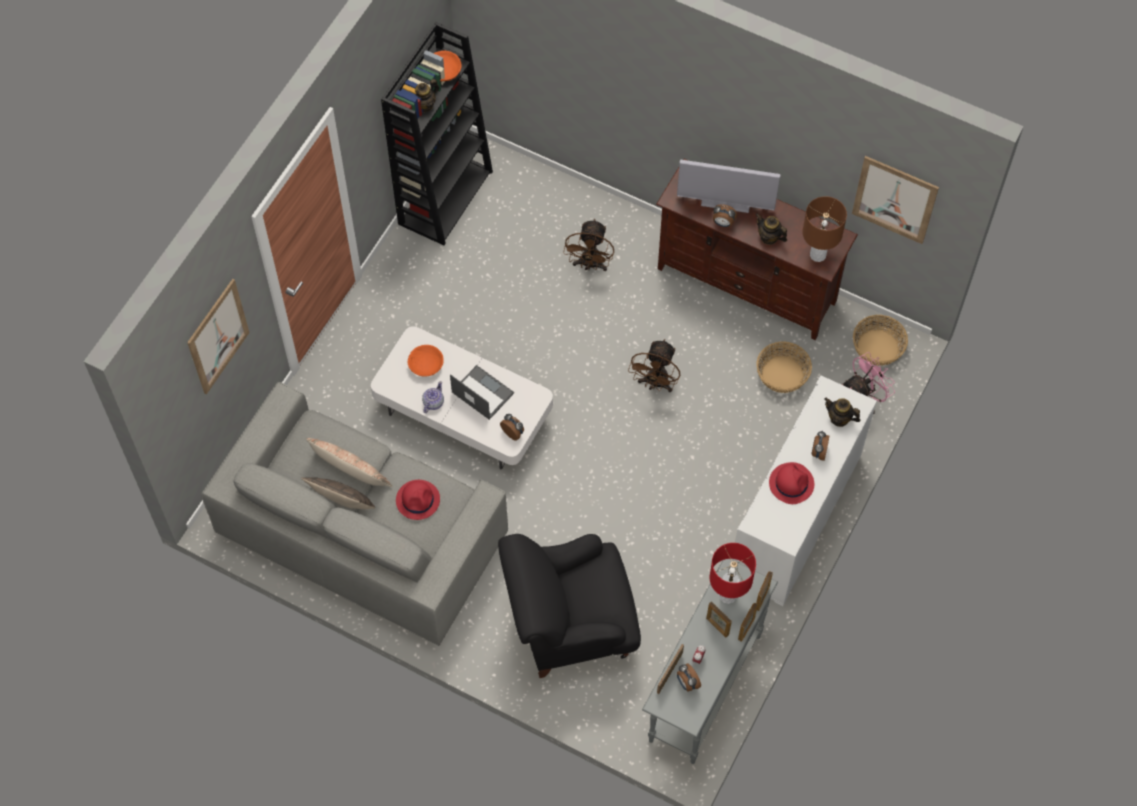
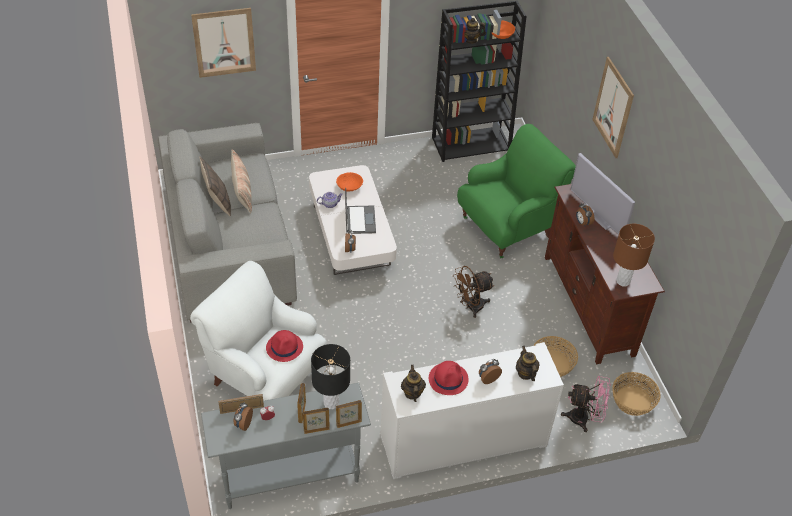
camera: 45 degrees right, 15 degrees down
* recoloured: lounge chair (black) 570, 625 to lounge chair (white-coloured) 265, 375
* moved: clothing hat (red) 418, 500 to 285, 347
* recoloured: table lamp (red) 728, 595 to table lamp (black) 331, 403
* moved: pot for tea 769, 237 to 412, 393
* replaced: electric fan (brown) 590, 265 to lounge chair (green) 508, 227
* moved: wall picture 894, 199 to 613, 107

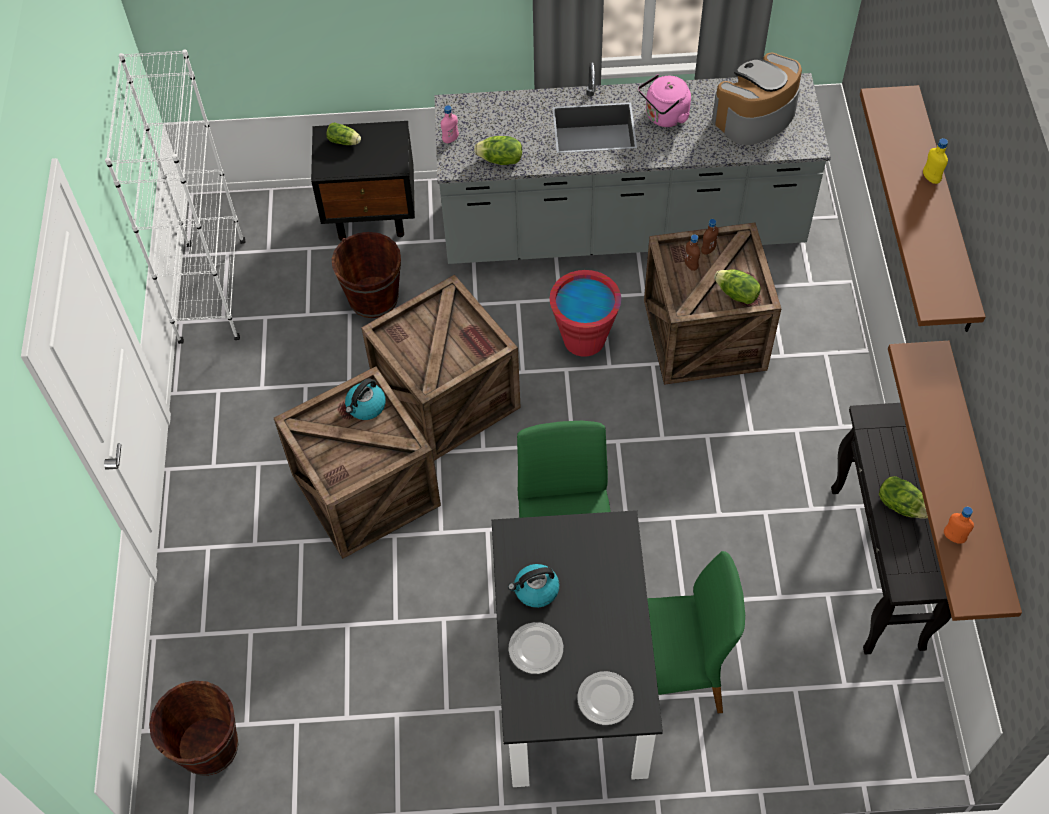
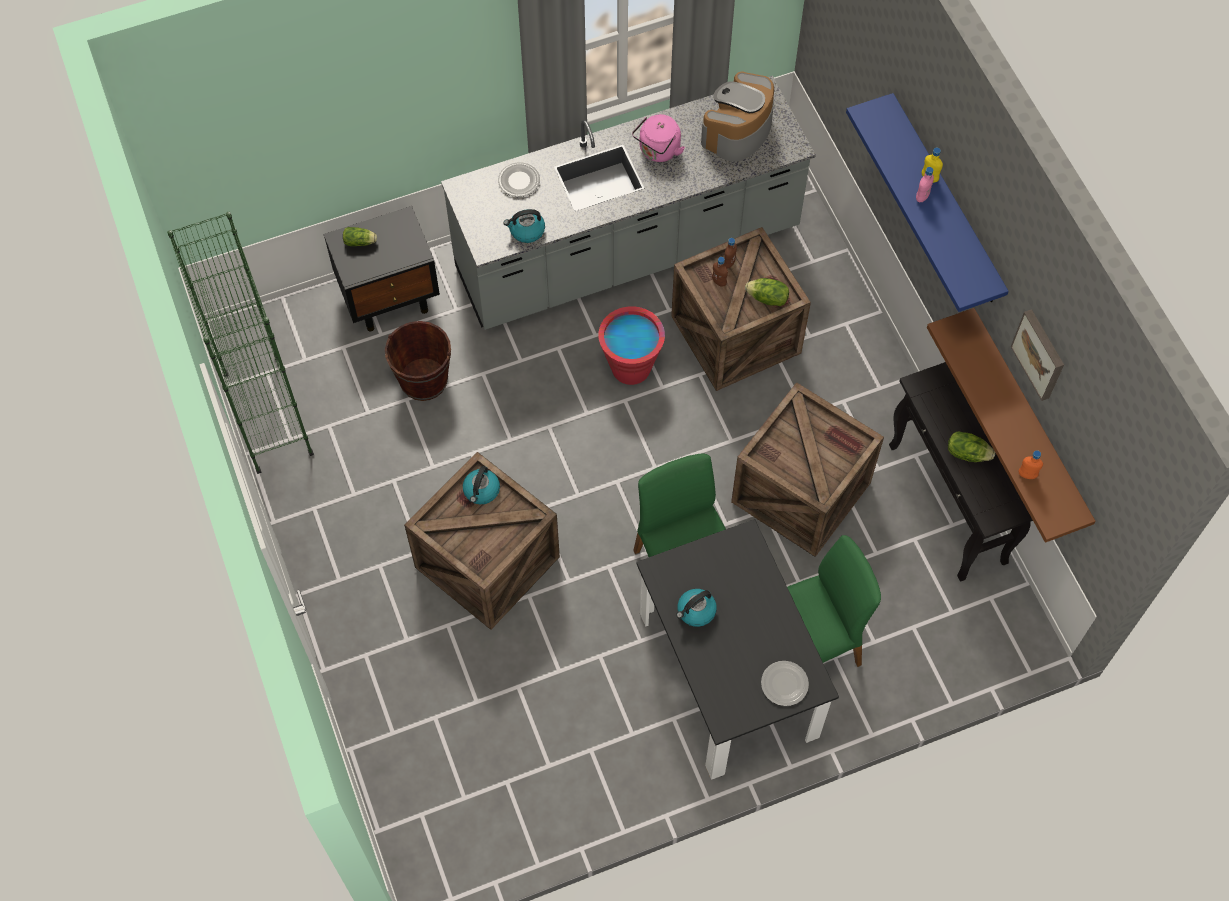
camera: 20 degrees left, 5 degrees up
* recoloured: bookshelf (white-coloured) 212, 292 to bookshelf (green) 268, 415
* moved: flat dish 535, 648 to 518, 180
* replaced: lettuce 500, 160 to tea kettle 526, 231
* moved: packing crate 449, 398 to 803, 492
* recoloured: wall shelf (brown) 944, 211 to wall shelf (blue-coloured) 945, 201
* moved: beverage bottle (pinkish) 450, 139 to 922, 197
* added: wall picture 1040, 354
* removed: water bucket (brown) 208, 746

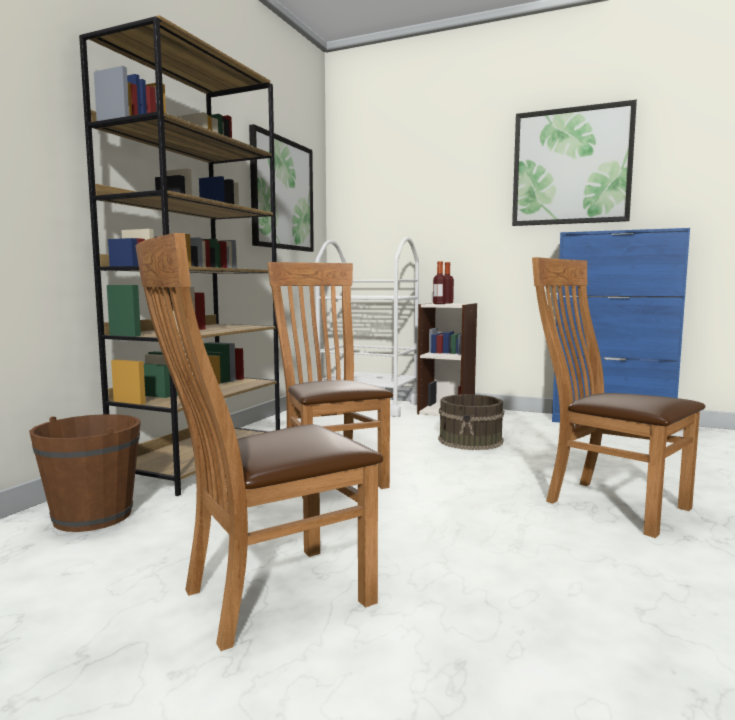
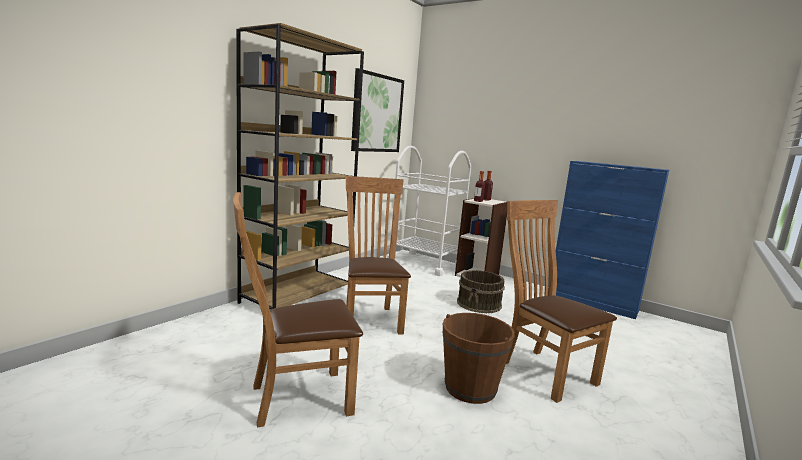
camera: 10 degrees right, 5 degrees up
* moved: water bucket (brown) 93, 516 to 470, 388
* removed: wall picture 571, 166

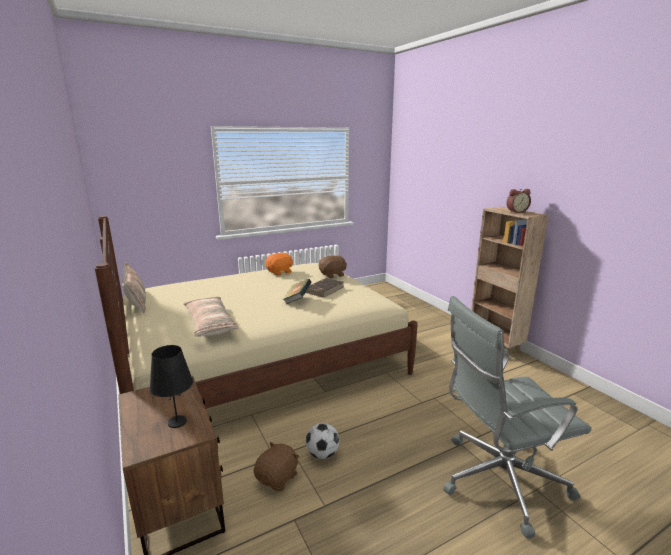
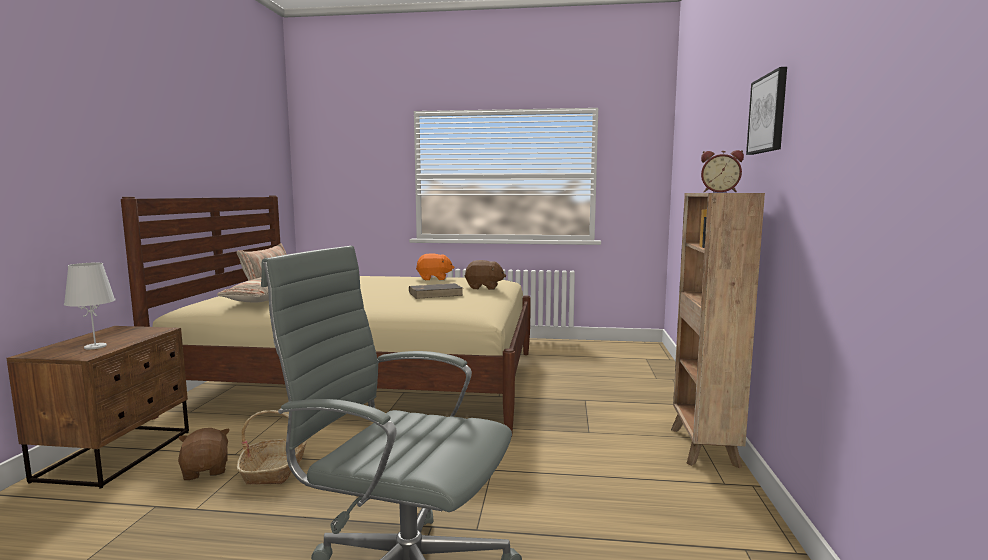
camera: 35 degrees right, 10 degrees down
* recoloured: table lamp (black) 177, 422 to table lamp (white-coloured) 95, 346
* turned: soft toy (brown) 278, 478 = 206, 470 90 degrees counterclockwise
* replaced: ball for football 322, 454 to basket 275, 469
* added: wall picture 768, 114
* removed: bound book 297, 300

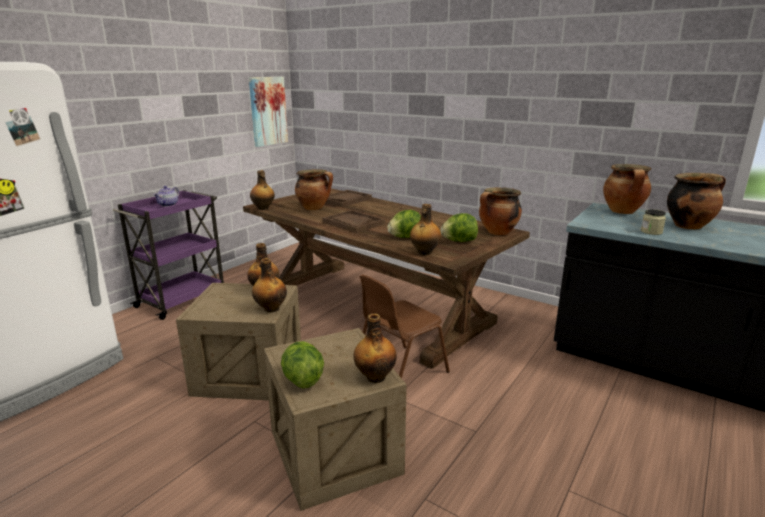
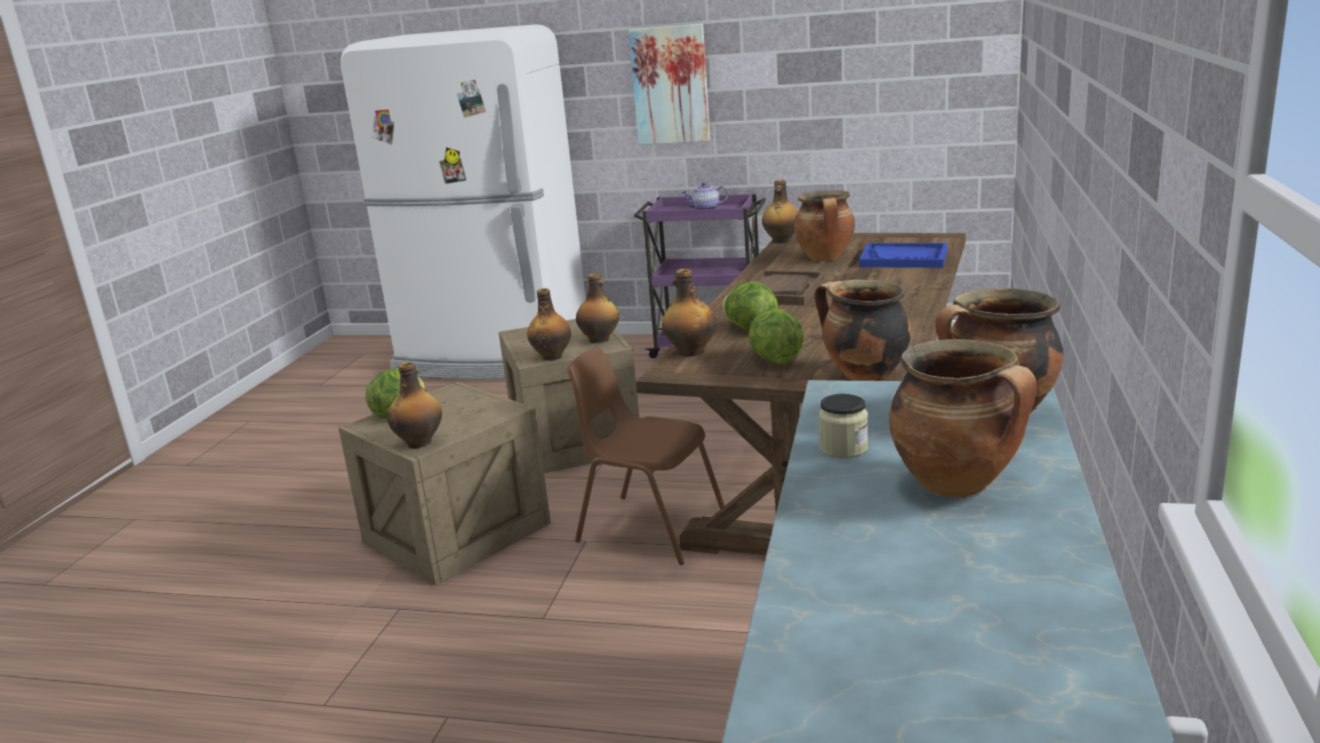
camera: 70 degrees right, 0 degrees up
* moved: wall picture 268, 111 to 670, 85
* recoloured: serving tray (brown) 345, 200 to serving tray (blue-coloured) 904, 258

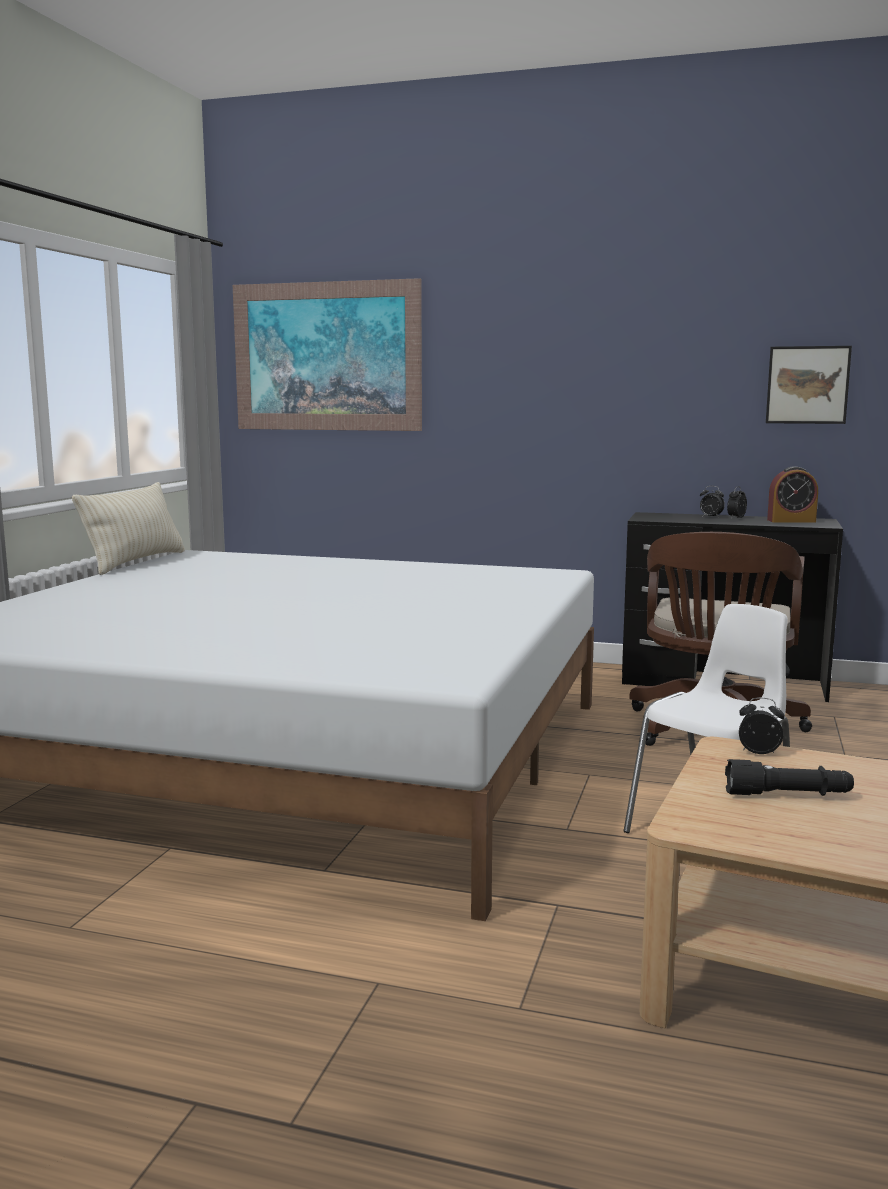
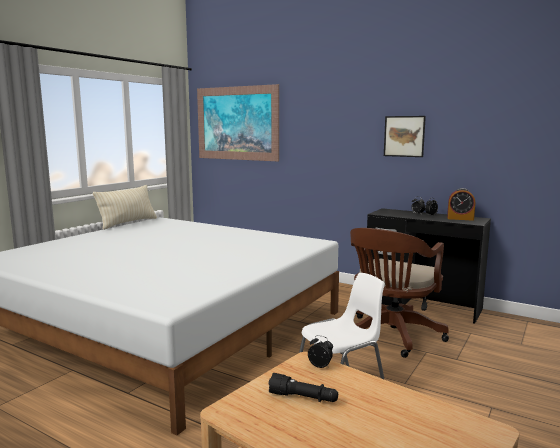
camera: 15 degrees right, 0 degrees up
* moved: wall picture 807, 385 to 404, 136

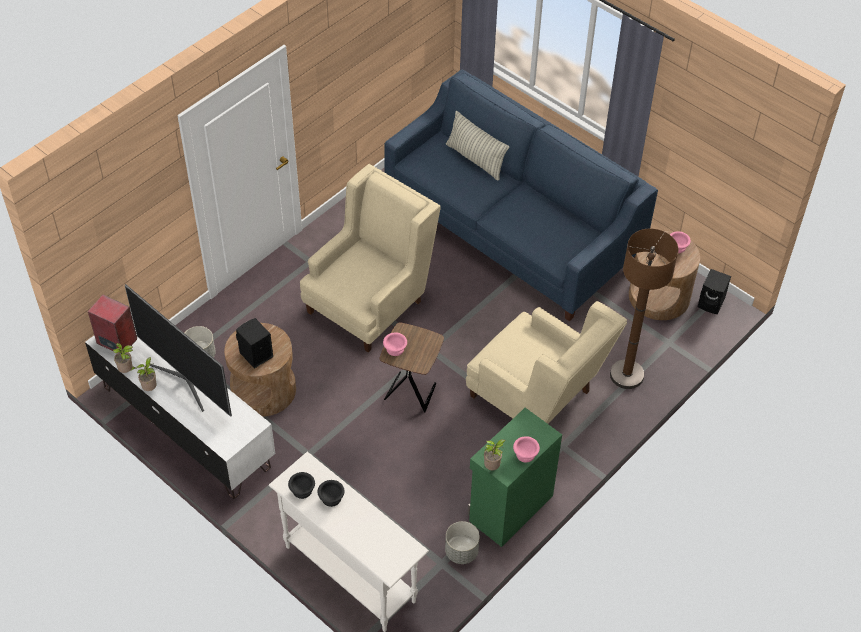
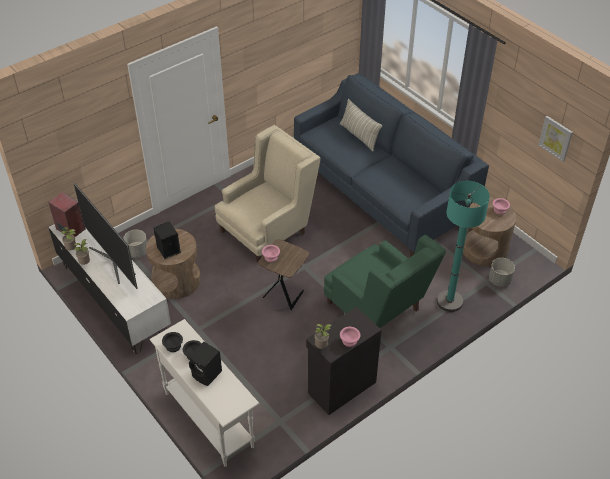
camera: 10 degrees right, 5 degrees down
* moved: loudspeaker (black) 712, 303 to 207, 374
* recoloured: cupboard (green) 509, 508 to cupboard (black) 340, 387
* recoloured: lounge chair (beige-coloured) 538, 399 to lounge chair (green) 378, 311
* recoloured: floor lamp (brown) 626, 375 to floor lamp (turquoise-coloured) 449, 301
* moved: planter (gray) 461, 552 to 499, 280
* added: wall picture 555, 138

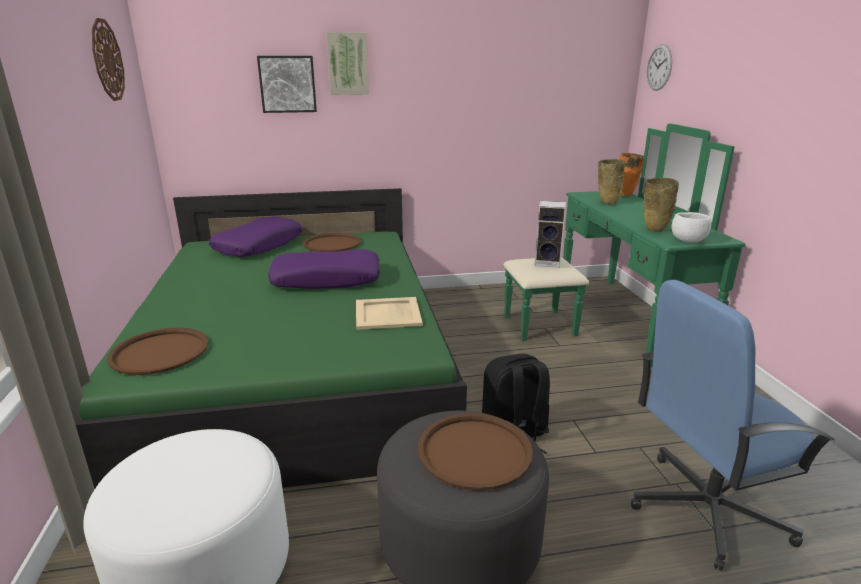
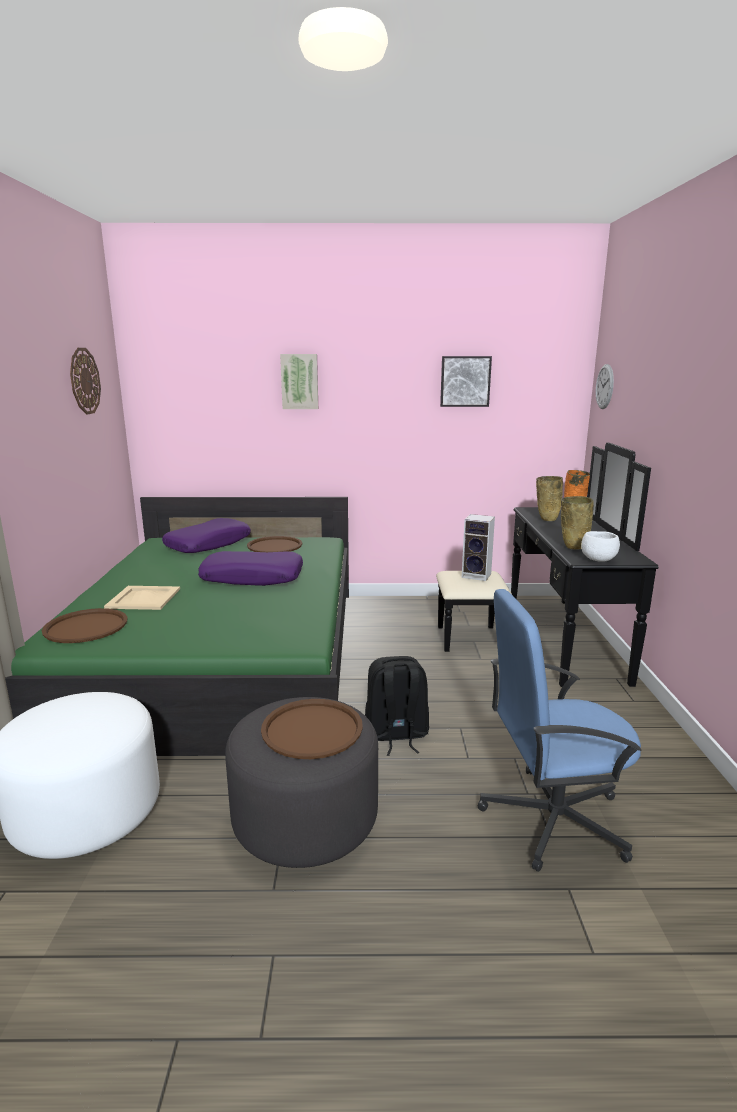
camera: 10 degrees right, 5 degrees down
* moved: serving tray (beige-coloured) 388, 314 to 144, 598
* recoloured: dresser (green) 607, 320 to dresser (black) 542, 638
* moved: wall picture 287, 84 to 465, 381

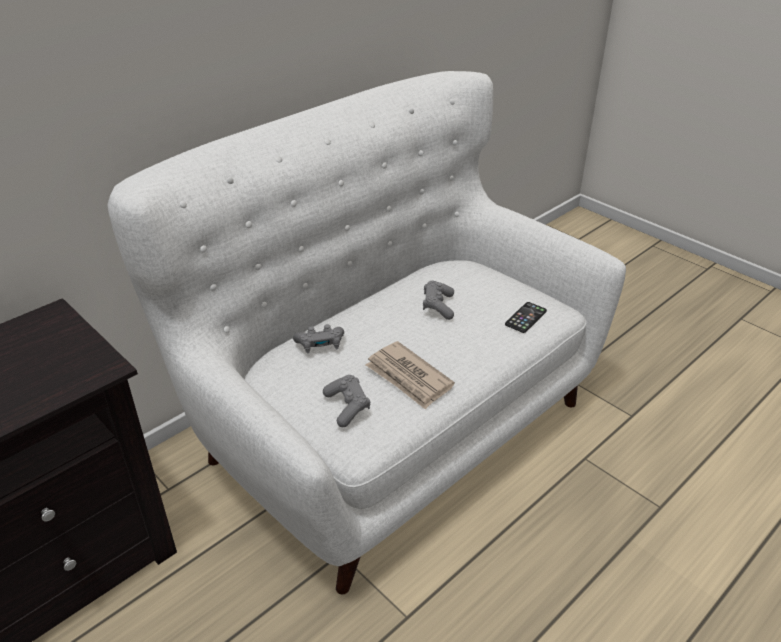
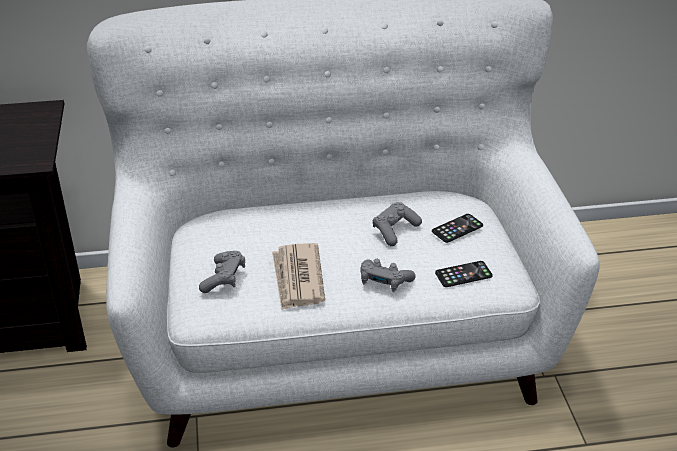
camera: 35 degrees right, 0 degrees up
* moved: game controller (gray) 320, 345 to 384, 282
* added: phone 457, 228

